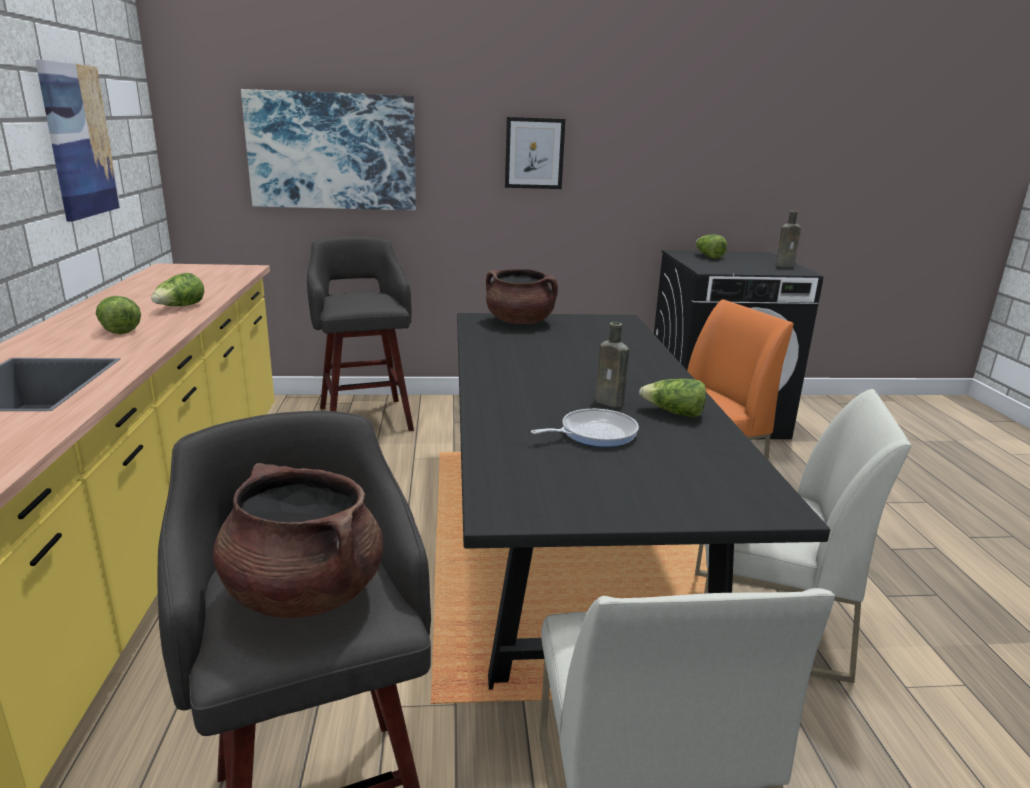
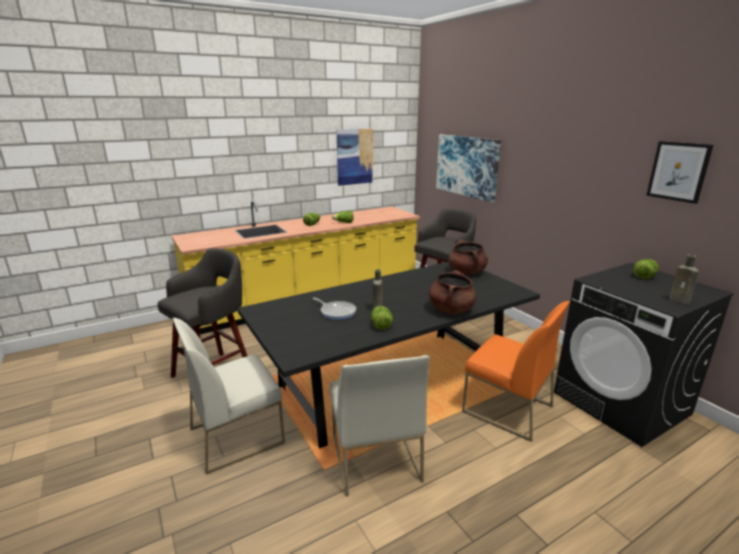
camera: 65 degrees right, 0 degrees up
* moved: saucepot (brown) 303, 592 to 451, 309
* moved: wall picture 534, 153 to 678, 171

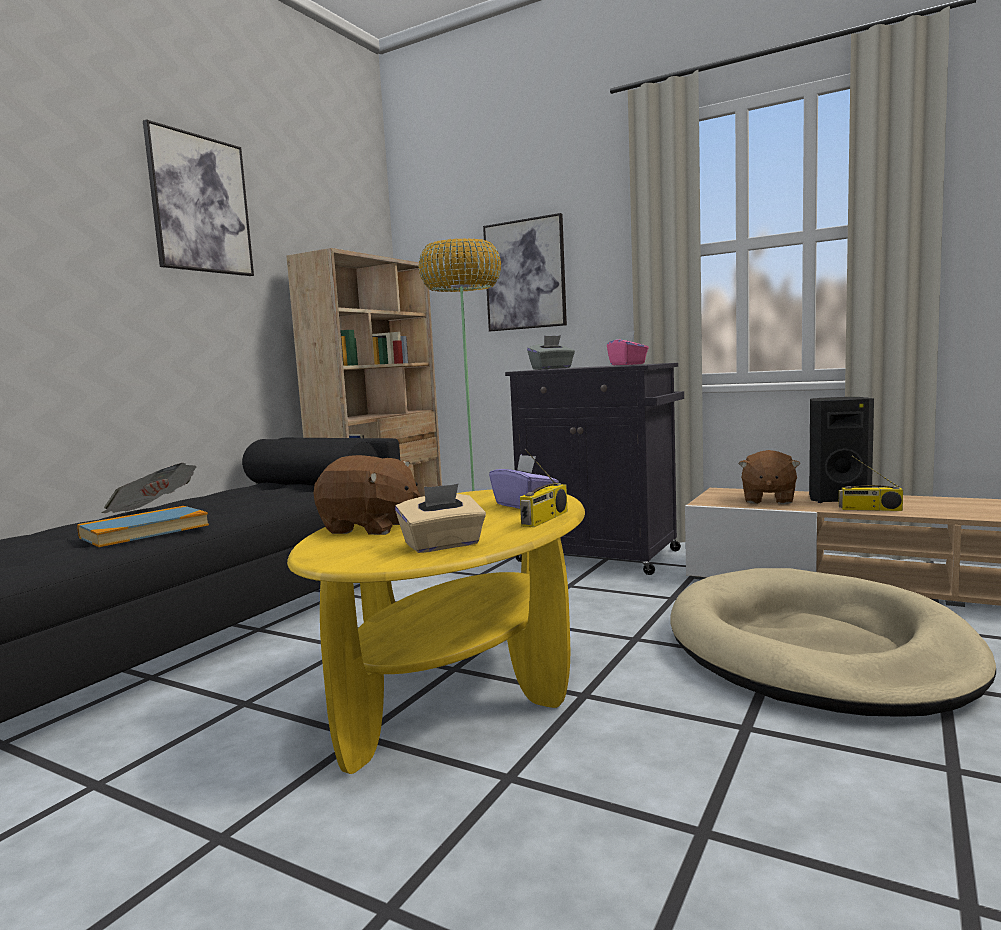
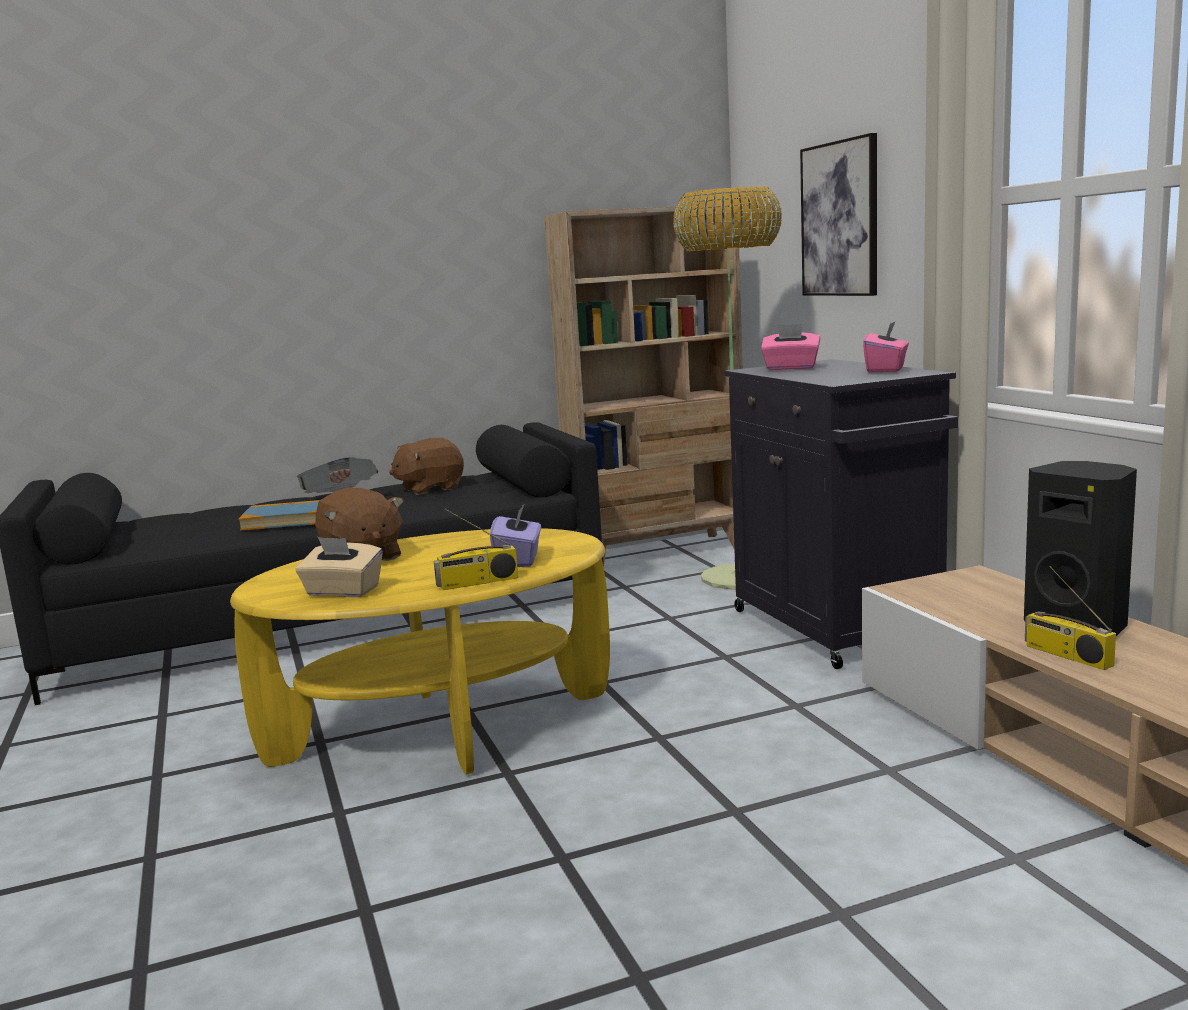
camera: 40 degrees right, 5 degrees up
* moved: soft toy (brown) 768, 499 to 429, 489
* recoloured: box of tissues (gray) 552, 368 to box of tissues (pinkish) 791, 368
* removed: wall picture 200, 204
* removed: pet bed (beige-coloured) 816, 650

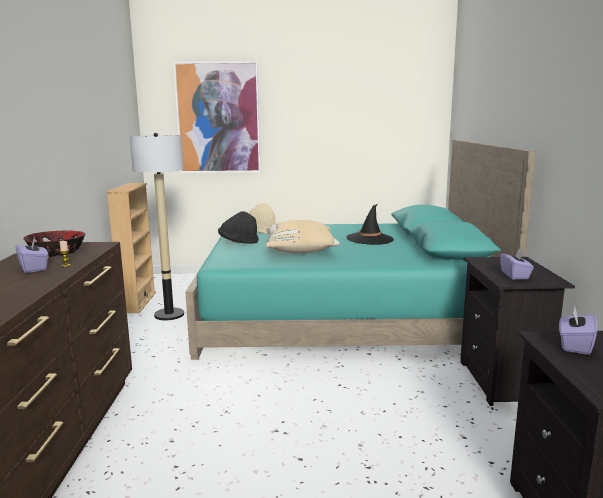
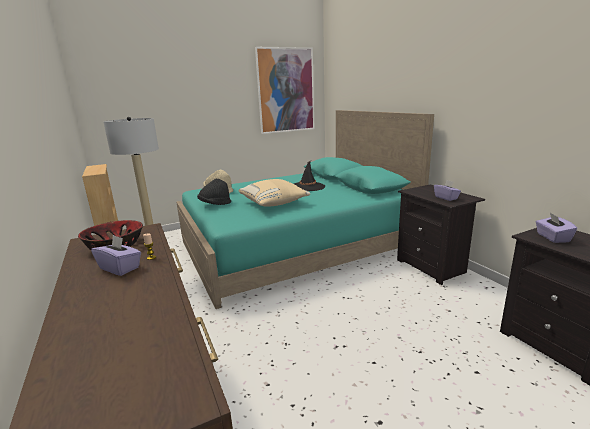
camera: 25 degrees left, 5 degrees up
* moved: wall picture 218, 118 to 286, 90

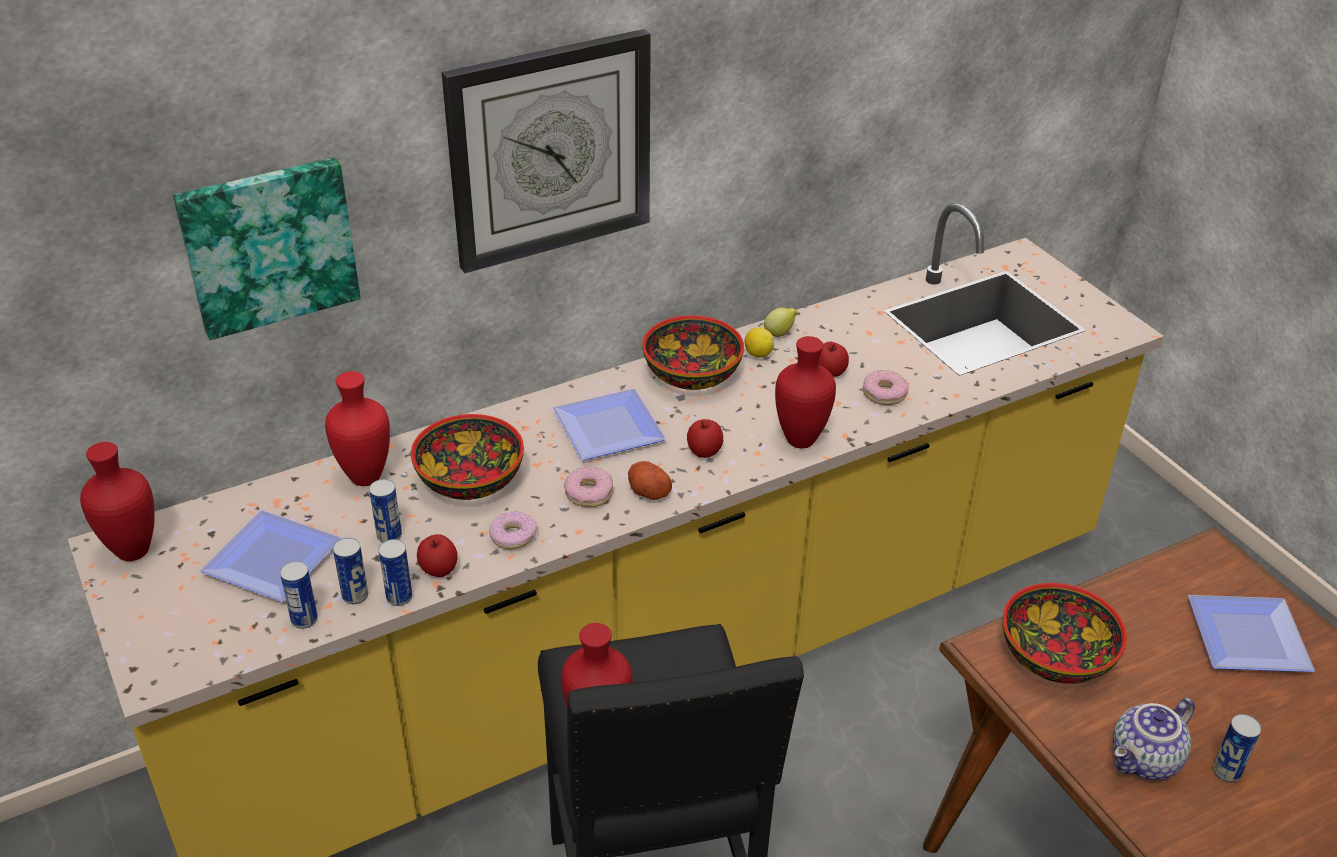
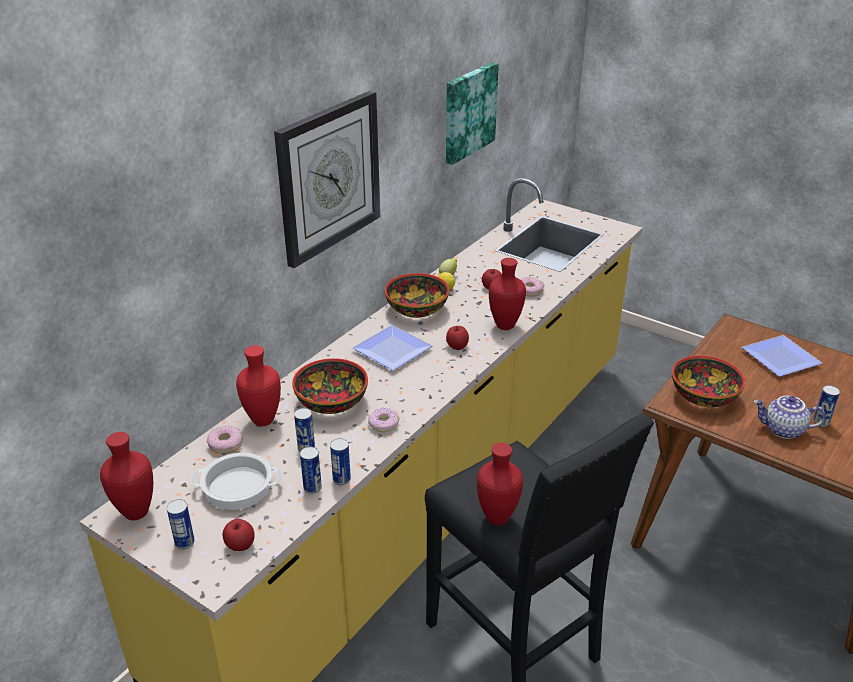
camera: 25 degrees left, 5 degrees down
* moved: can 304, 619 to 184, 542
* replaced: flat dish 267, 561 to saucepot 237, 487
* moved: donut 589, 493 to 226, 444
* moved: apple 439, 569 to 240, 545
* moved: wall picture 269, 245 to 468, 112
* turned: pot for tea 1145, 761 = 783, 430 75 degrees clockwise
* removed: whole potato 648, 491

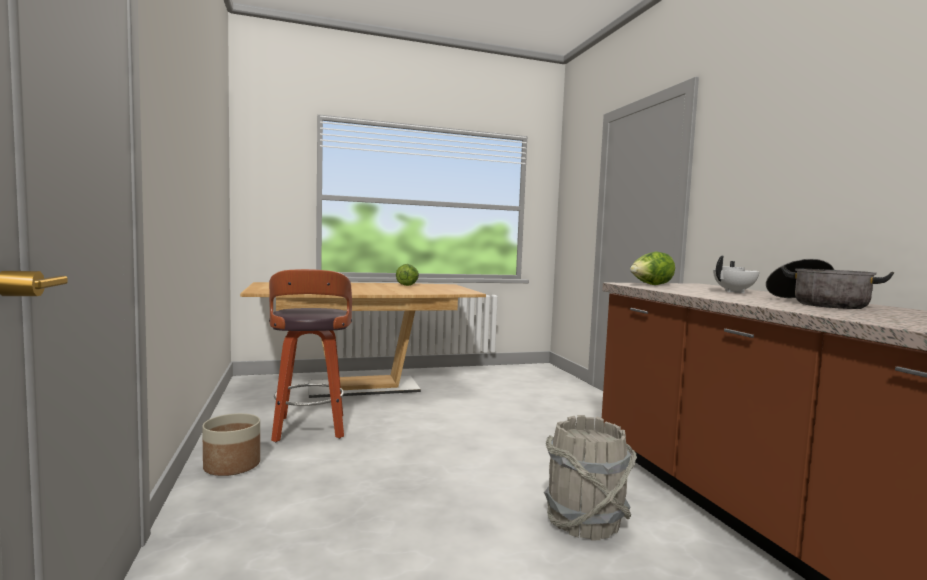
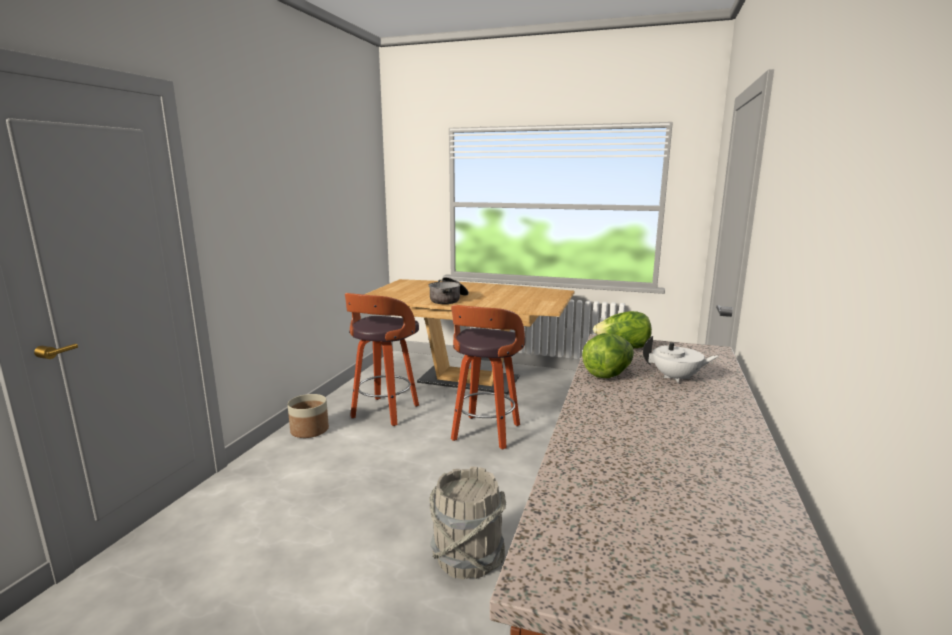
camera: 35 degrees right, 10 degrees up
* moved: saucepot 818, 303 to 448, 299
* added: stool 485, 433
* moved: lettuce 407, 285 to 608, 374

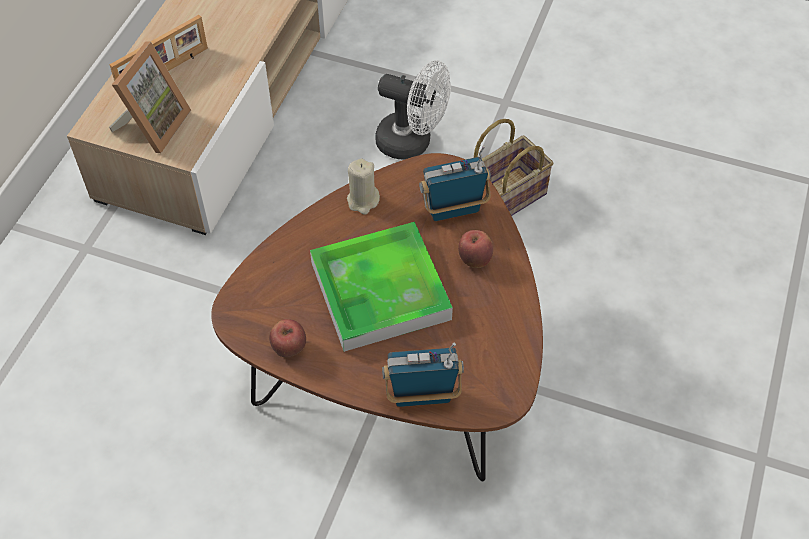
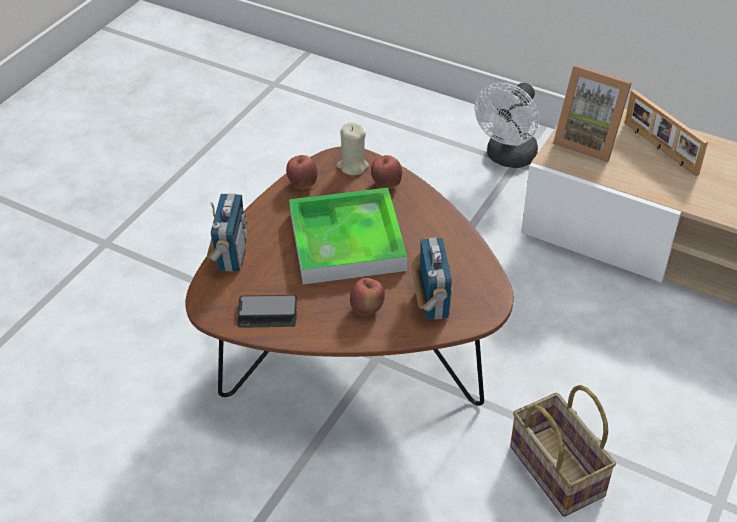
camera: 100 degrees right, 10 degrees down
* added: phone 267, 313
* moved: wax candle (beige-coloured) 363, 201 to 352, 166
* added: apple 386, 184
* moved: electric fan (white-coloured) 412, 142 to 508, 158

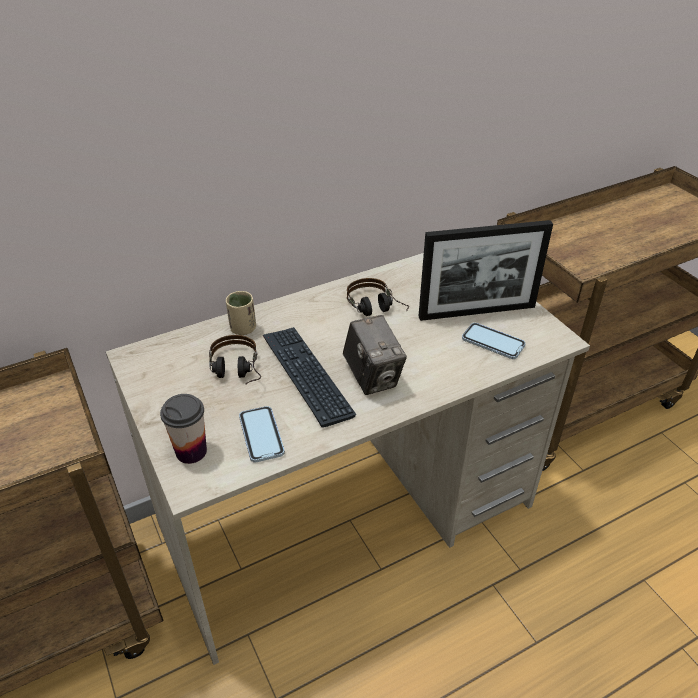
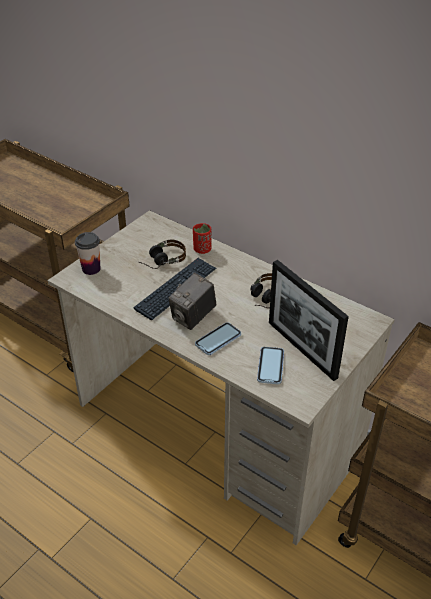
camera: 65 degrees right, 0 degrees up
* recoloured: cup (beige-coloured) 243, 329 to cup (red) 202, 249
* moved: phone 261, 435 to 218, 340

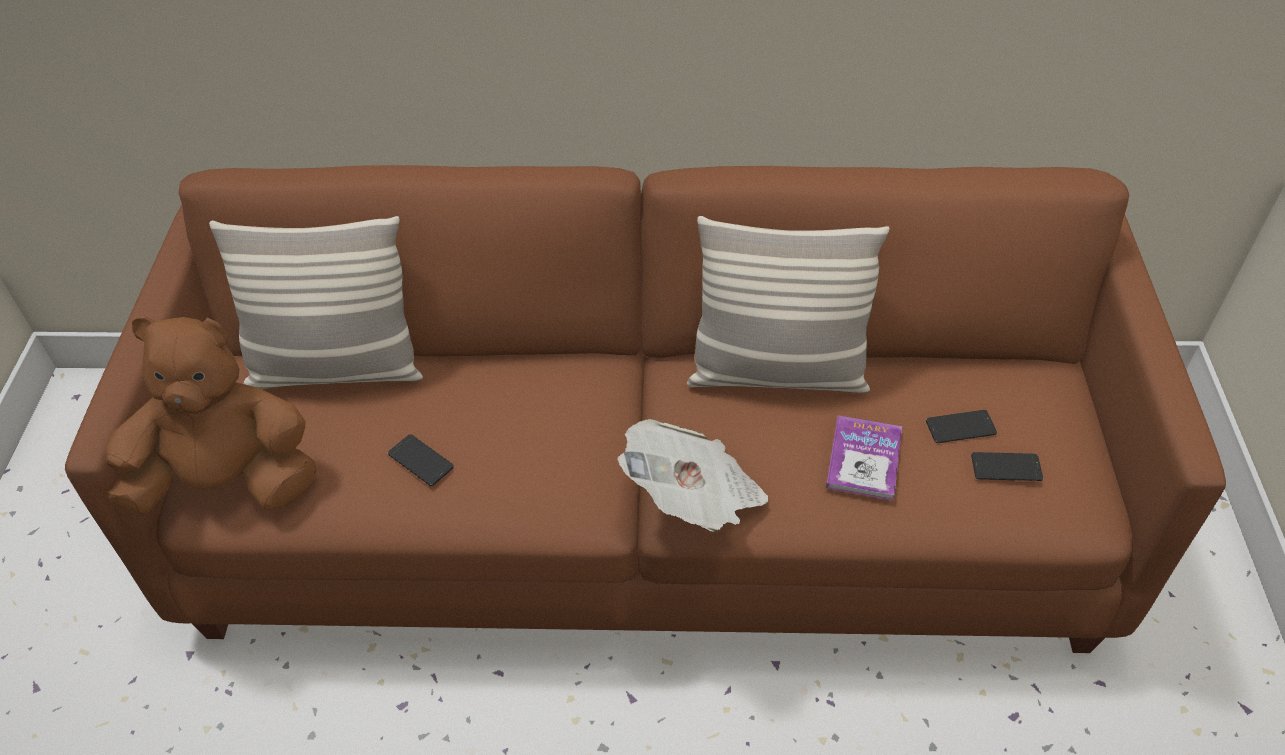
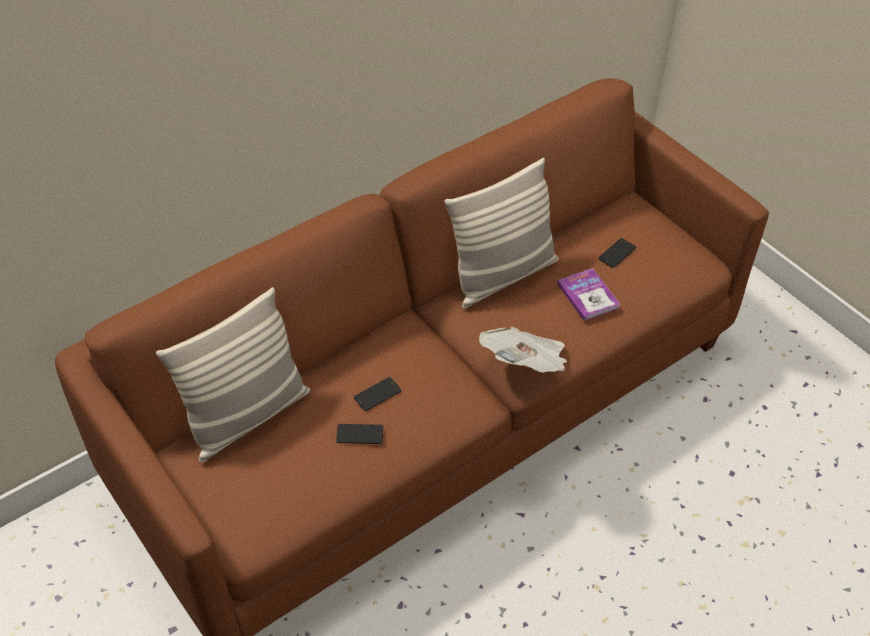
camera: 40 degrees left, 0 degrees up
* moved: phone 1006, 467 to 377, 394
* removed: soft toy (brown) 228, 482

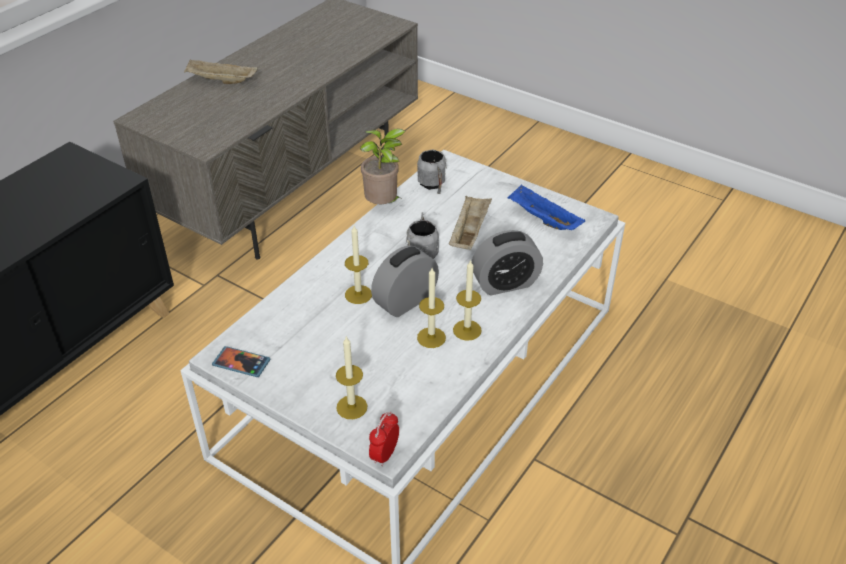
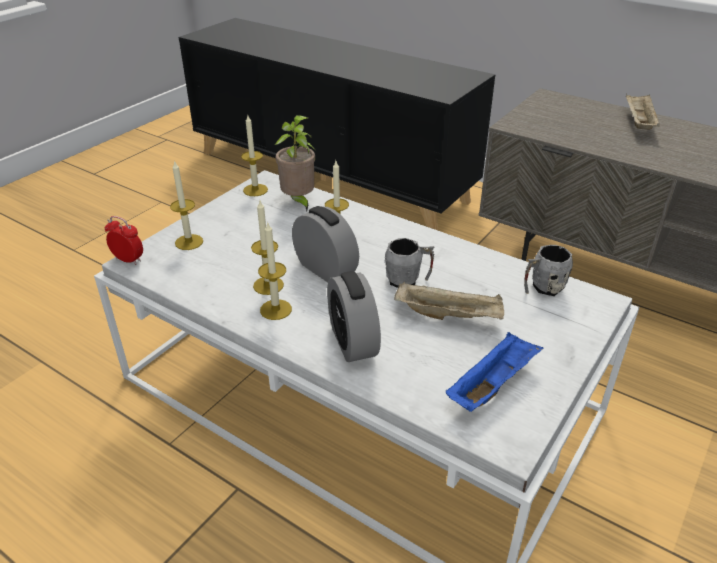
camera: 90 degrees right, 5 degrees down
* replaced: phone 241, 363 to wax candle 255, 190
* moved: potted plant 383, 206 to 298, 202

